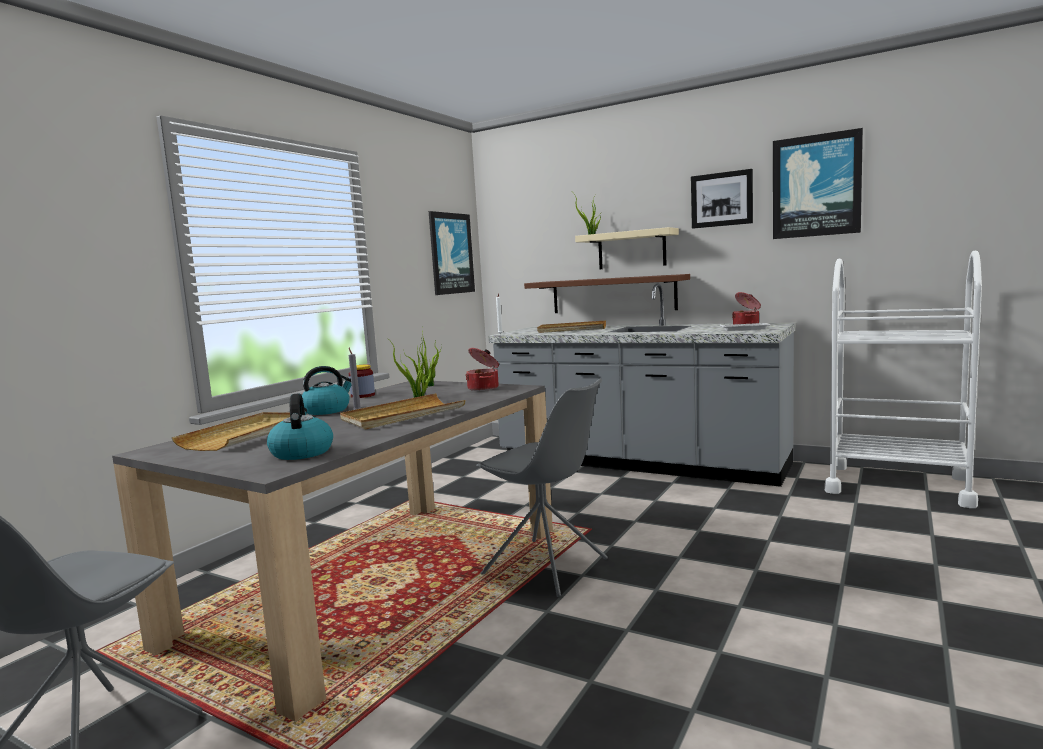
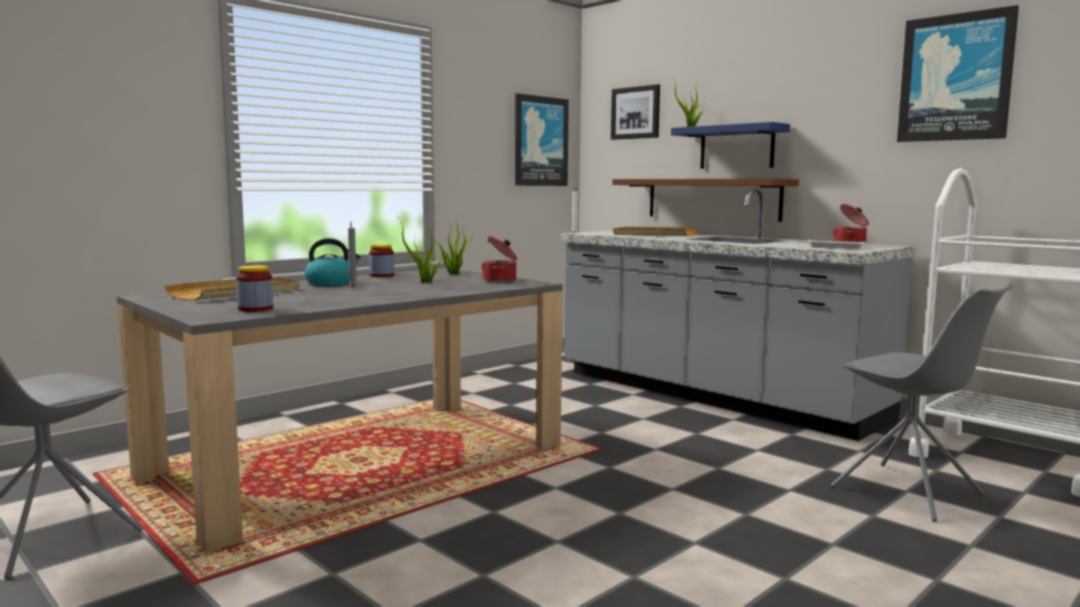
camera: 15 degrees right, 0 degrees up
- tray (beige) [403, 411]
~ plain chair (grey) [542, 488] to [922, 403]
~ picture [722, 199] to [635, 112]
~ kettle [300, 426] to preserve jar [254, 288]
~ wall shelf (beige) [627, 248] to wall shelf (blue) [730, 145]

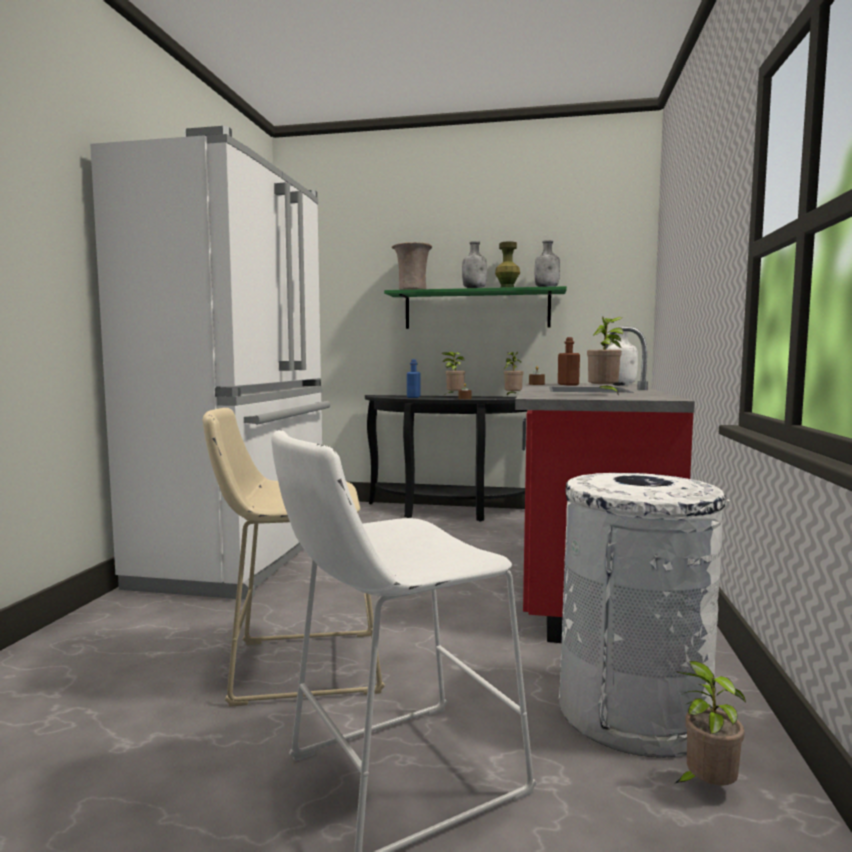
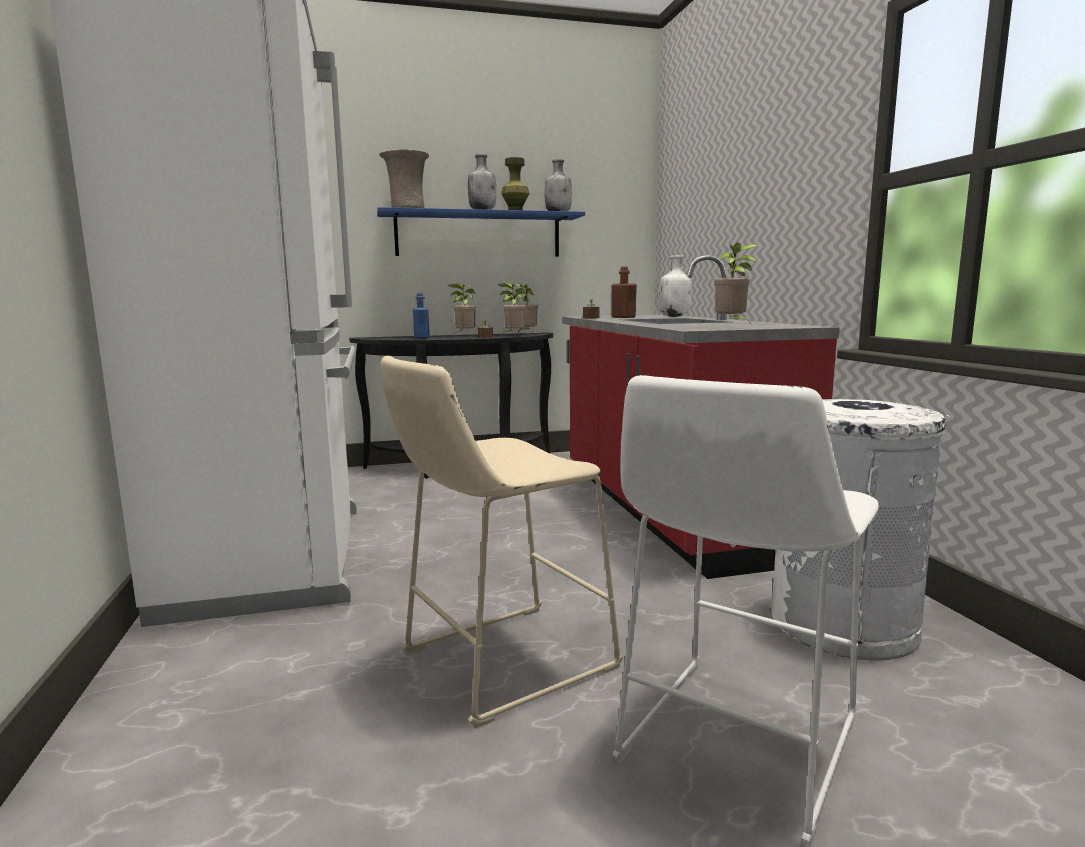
camera: 25 degrees left, 5 degrees up
~ plant in a pot [710, 723] to [512, 308]
~ wall shelf (greenish) [475, 307] to wall shelf (blue) [481, 232]

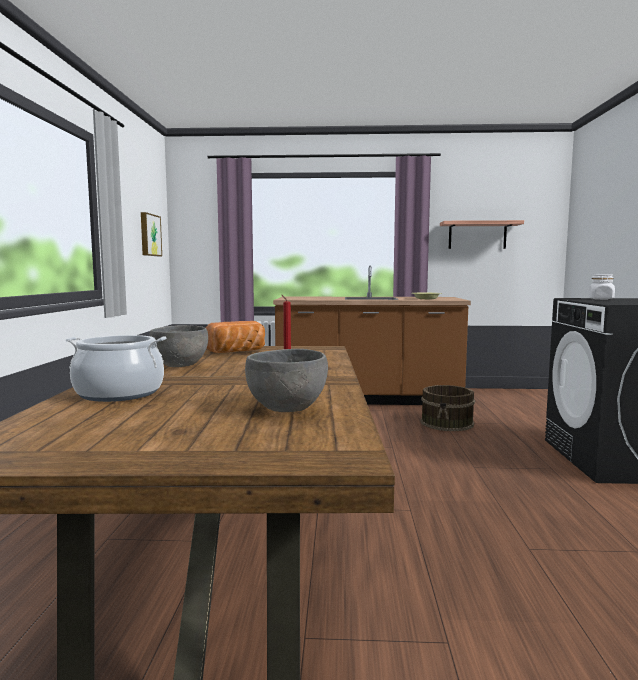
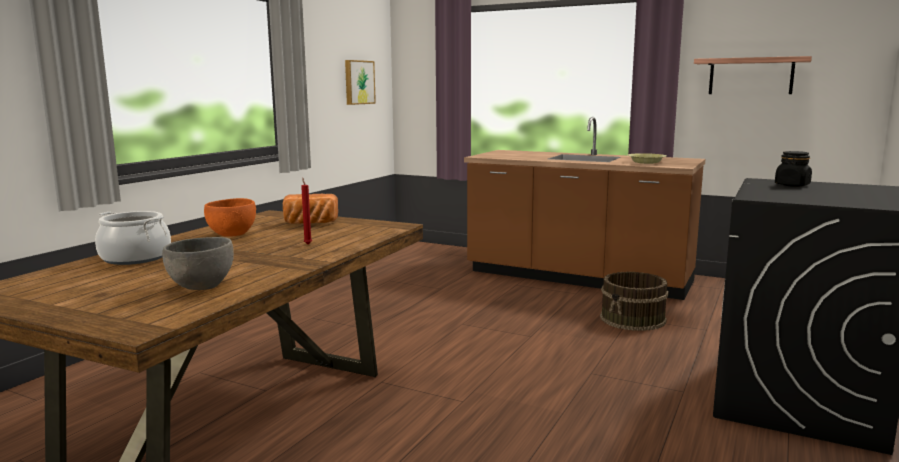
camera: 25 degrees right, 5 degrees up
~ serving bowl (grey) [178, 346] to serving bowl (orangey) [230, 217]
~ preserve jar (white) [601, 287] to preserve jar (black-coloured) [793, 169]

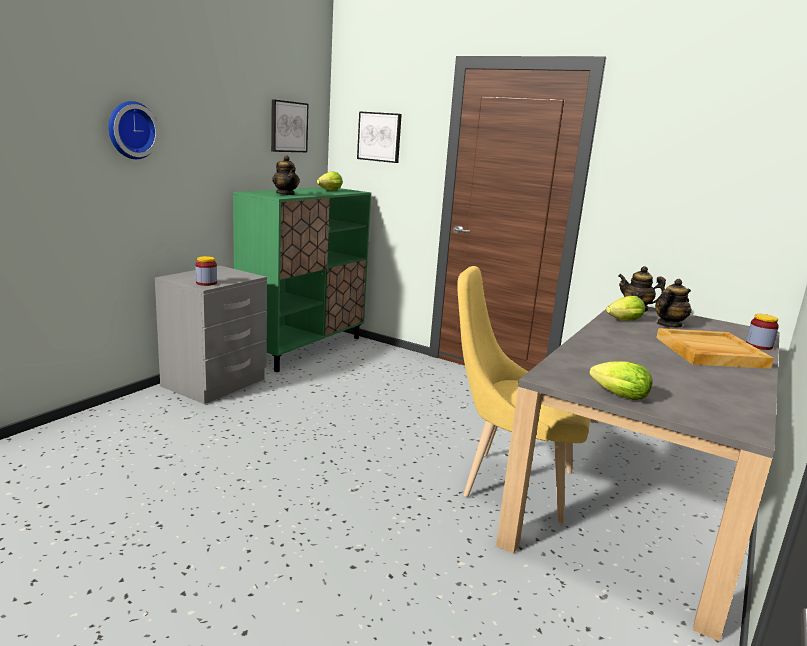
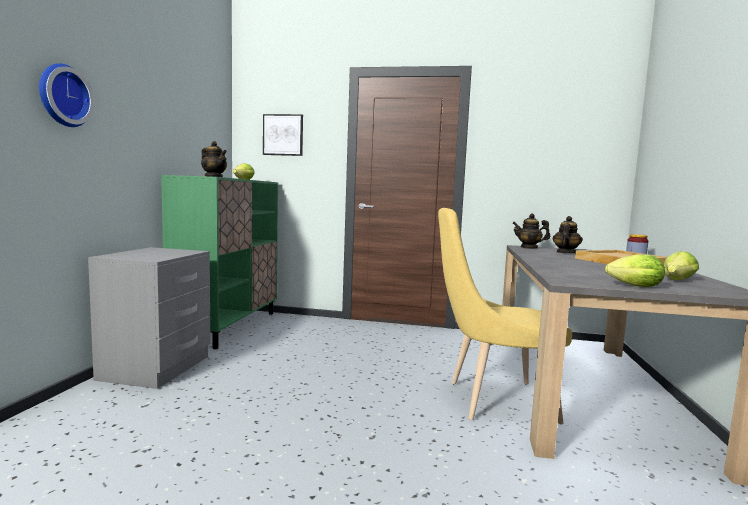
camera: 20 degrees left, 10 degrees down
- preserve jar [206, 271]
- picture [289, 125]
~ head of lettuce [625, 308] to [681, 265]

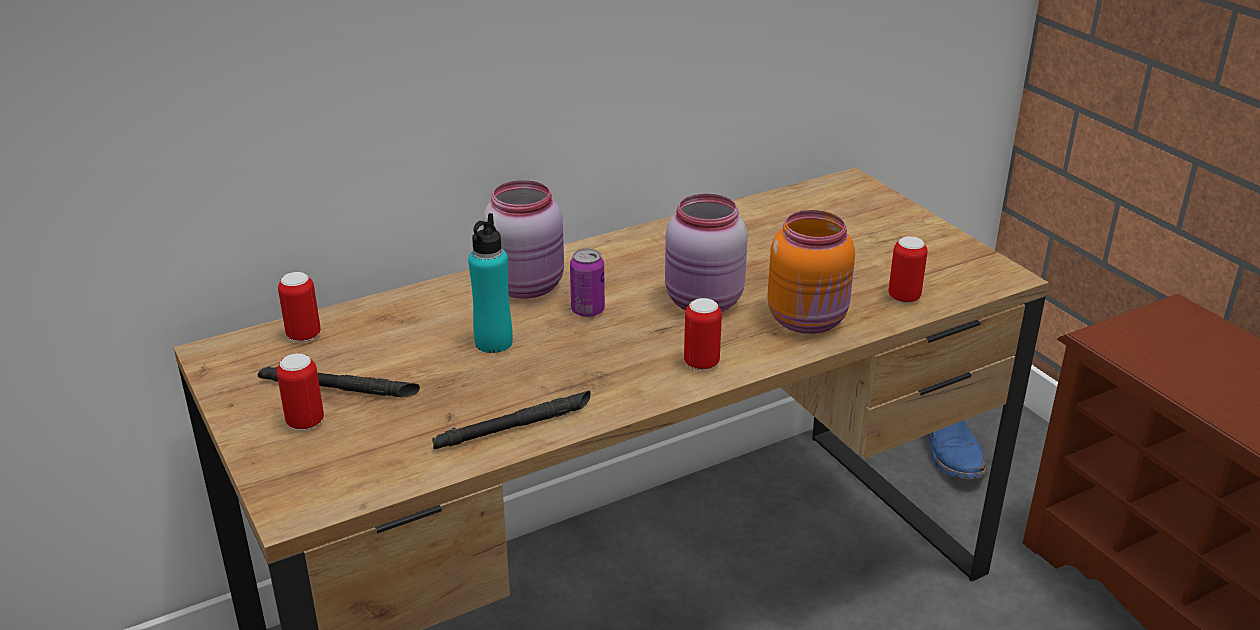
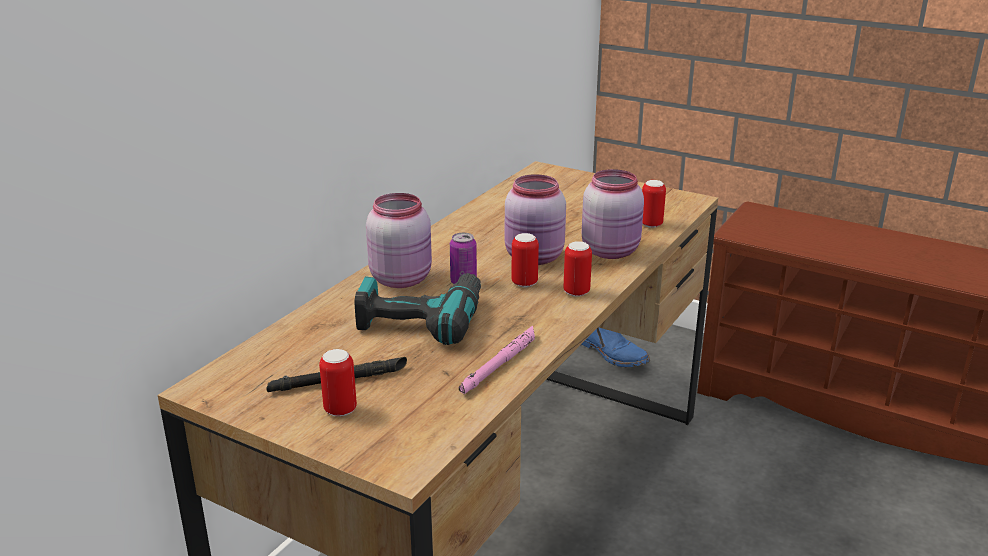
camera: 30 degrees left, 5 degrees down
~ metal can [299, 307] to [525, 260]
~ bottle (blue-green) [490, 283] to power drill [418, 309]
~ torch (black-coloured) [511, 420] to torch (pink-coloured) [497, 359]
~ preserve jar (orangey) [811, 272] to preserve jar (pink-coloured) [613, 214]

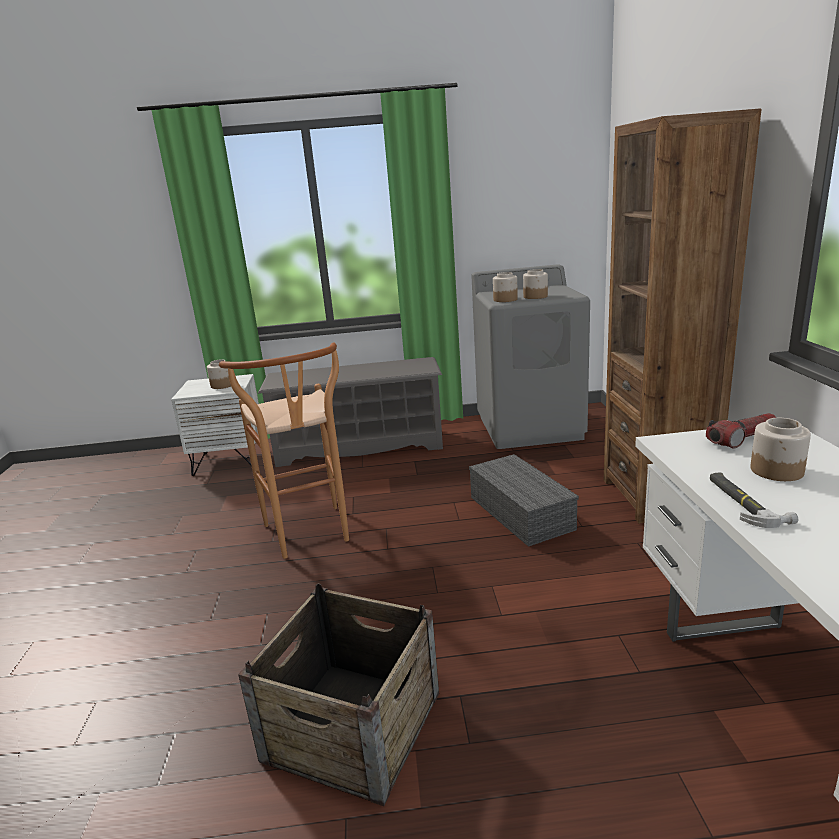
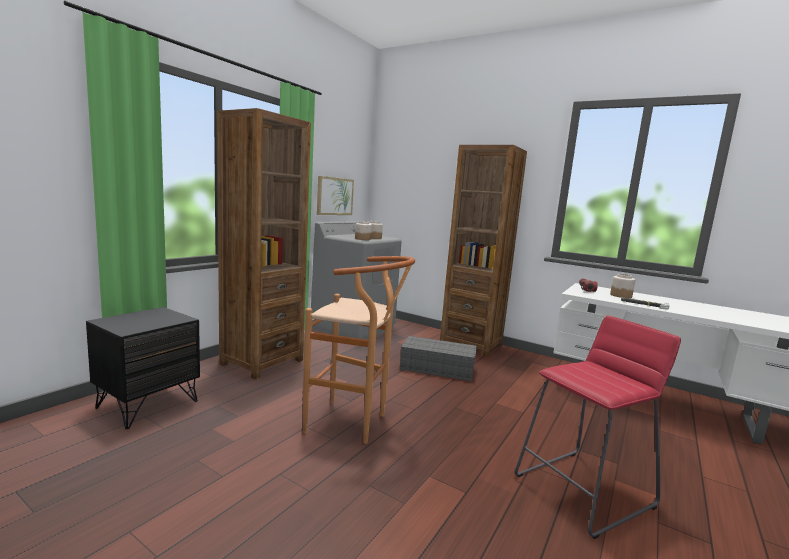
camera: 55 degrees left, 10 degrees down
- preserve jar [219, 374]
+ picture [335, 195]
~ shipping crate [338, 695] to sitting stool (reddish) [598, 427]
~ shoe shelf (grey) [350, 412] to shelving unit (brown) [264, 244]
~ bedside table (white) [215, 425] to bedside table (black-coloured) [143, 368]

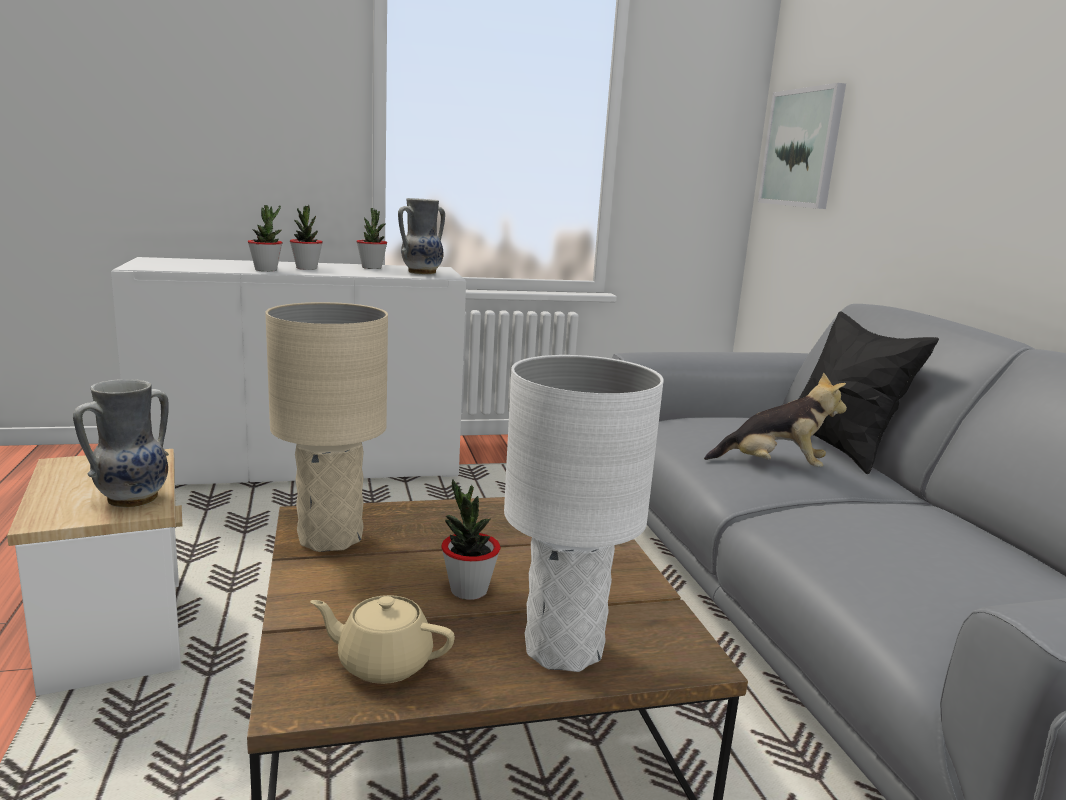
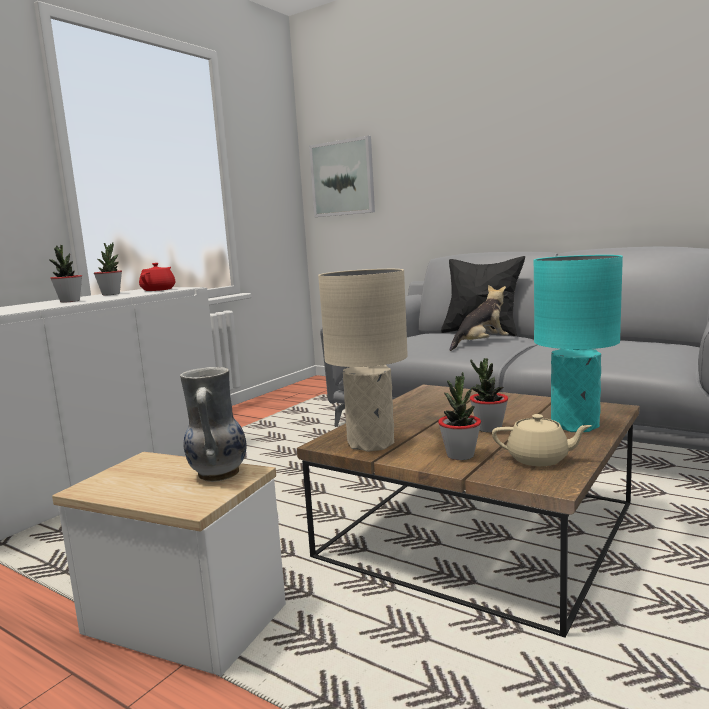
camera: 40 degrees left, 5 degrees down
~ plant in a pot [265, 238] to [459, 416]
~ decorative vase [421, 236] to pot for tea (reddish) [157, 277]
~ tabletop lamp (white) [584, 513] to tabletop lamp (blue-green) [578, 343]
~ pot for tea (beige) [382, 639] = [542, 440] 135 degrees counterclockwise

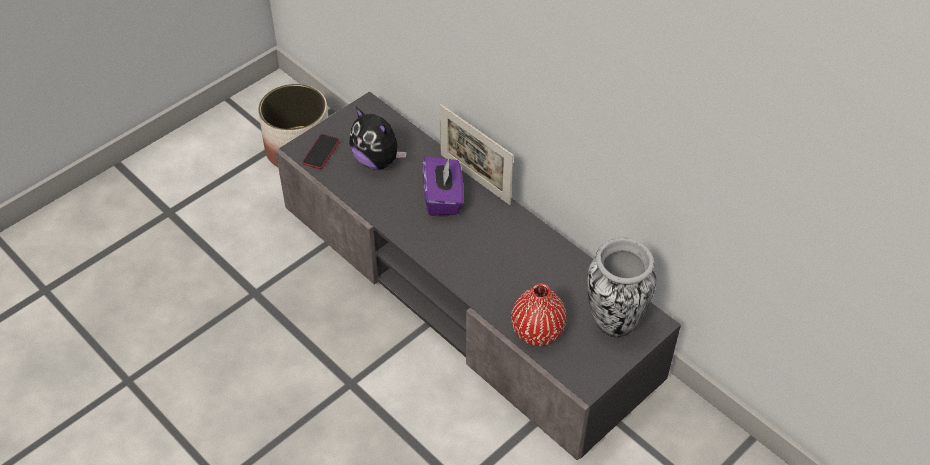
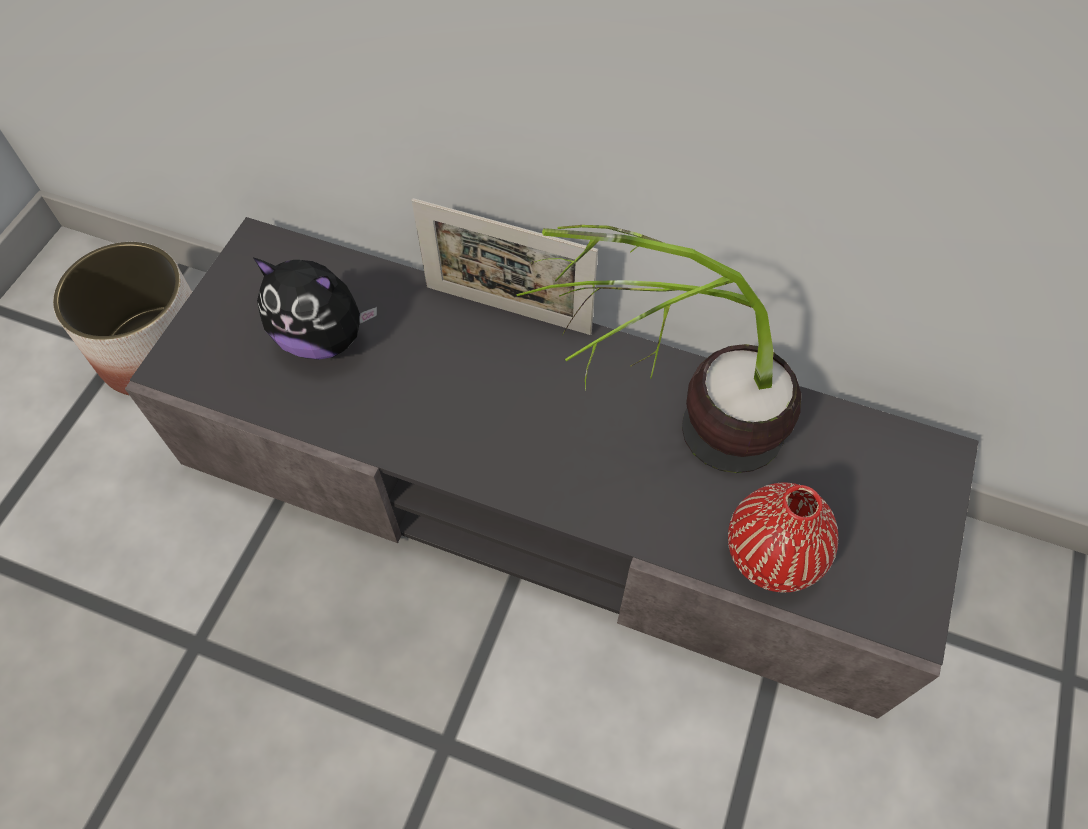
camera: 25 degrees left, 10 degrees up
- phone [321, 151]
- tissue holder (purple) [443, 186]
- decorative vase [621, 287]
+ plant in a pot [659, 349]

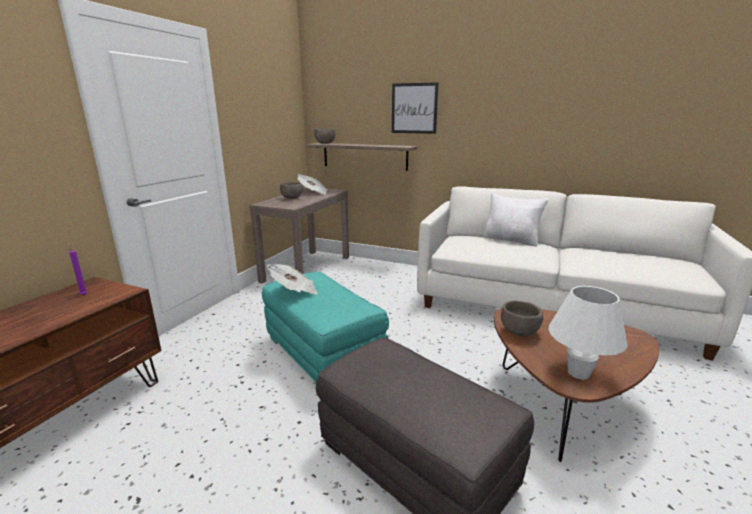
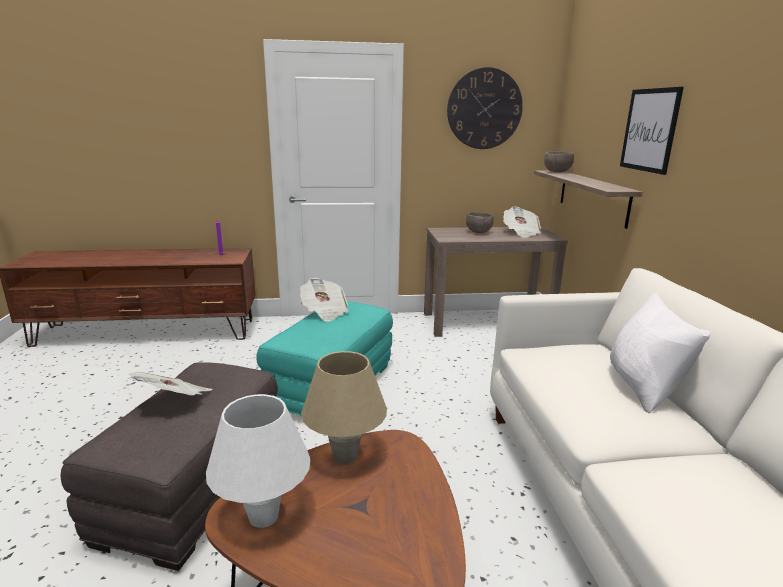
camera: 60 degrees right, 0 degrees up
+ newspaper [170, 384]
+ hanging clock [485, 108]
~ serving bowl (brown) [522, 319] to tabletop lamp (beige) [344, 407]

